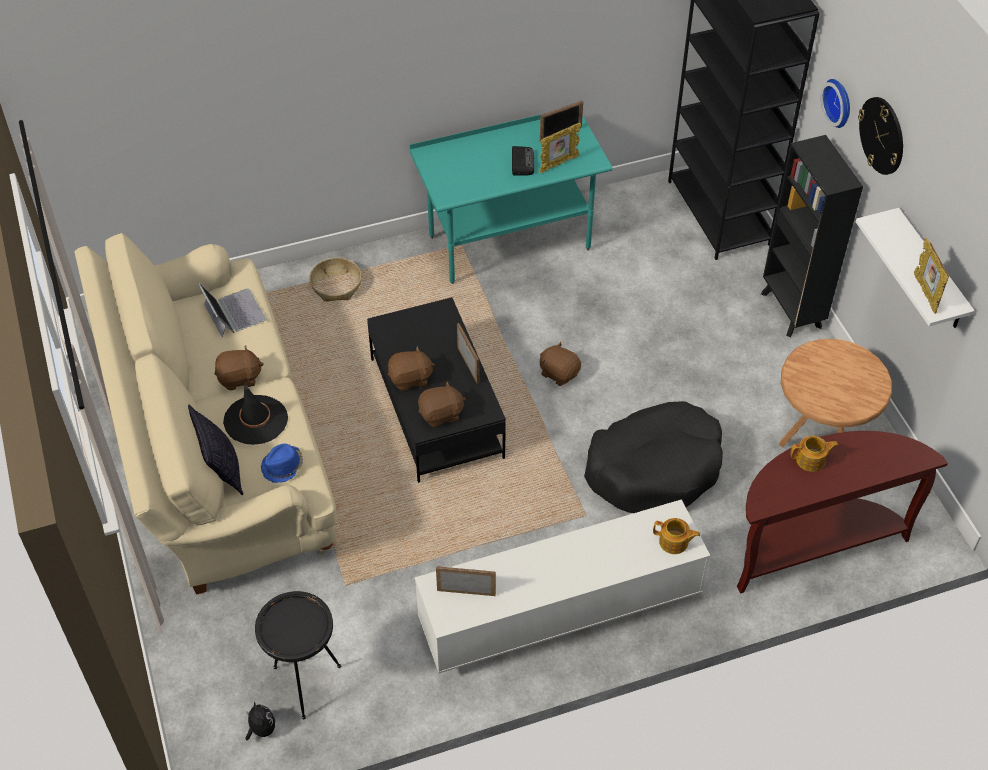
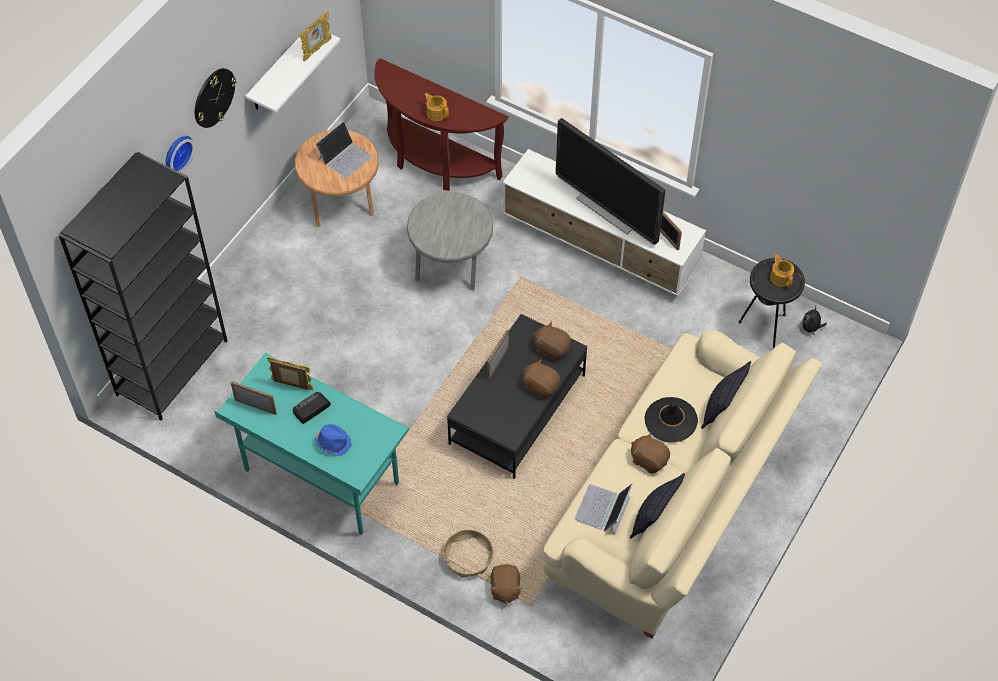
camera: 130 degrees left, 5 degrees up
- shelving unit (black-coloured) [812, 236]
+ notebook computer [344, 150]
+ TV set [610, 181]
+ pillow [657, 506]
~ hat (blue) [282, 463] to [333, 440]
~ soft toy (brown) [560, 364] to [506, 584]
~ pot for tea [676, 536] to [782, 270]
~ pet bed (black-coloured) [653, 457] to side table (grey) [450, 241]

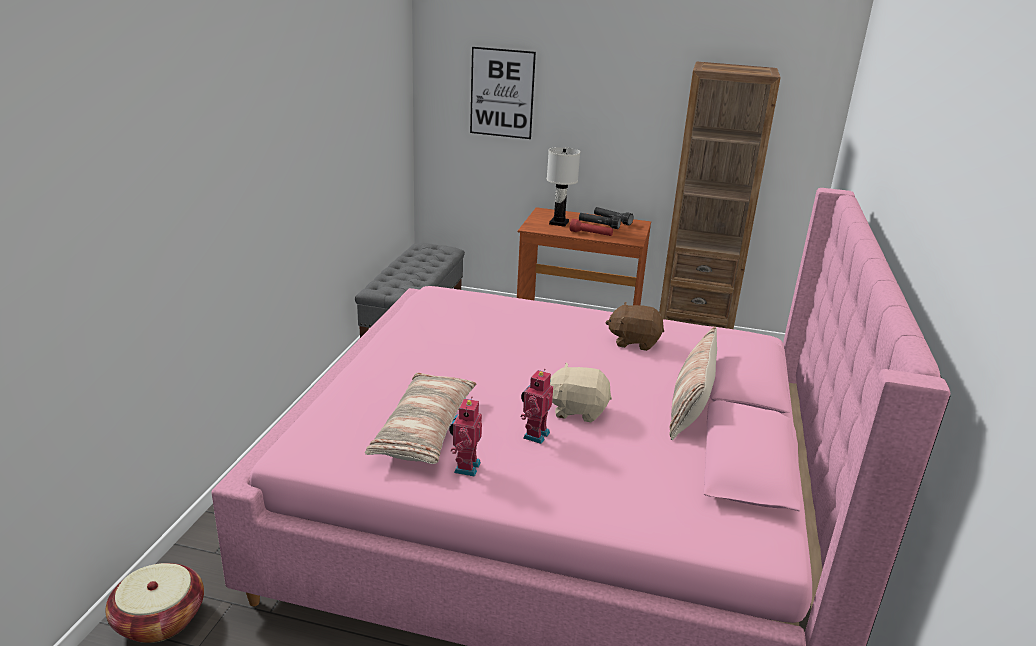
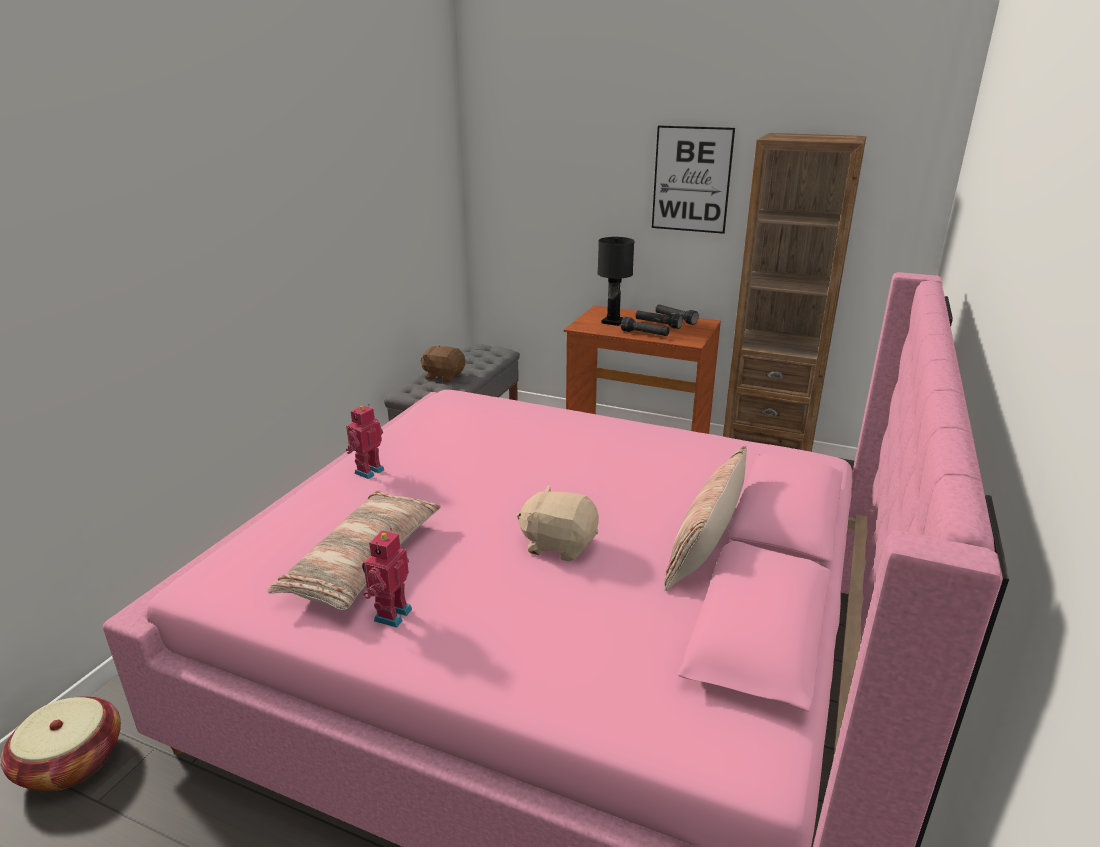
camera: 10 degrees right, 0 degrees up
~ picture [503, 93] to [693, 179]
~ toy robot [536, 406] to [365, 441]
~ soft toy (brown) [634, 326] to [443, 364]
~ tabletop lamp (white) [563, 187] to tabletop lamp (black-coloured) [615, 281]
~ torch (reddish) [591, 227] to torch (black-coloured) [645, 326]

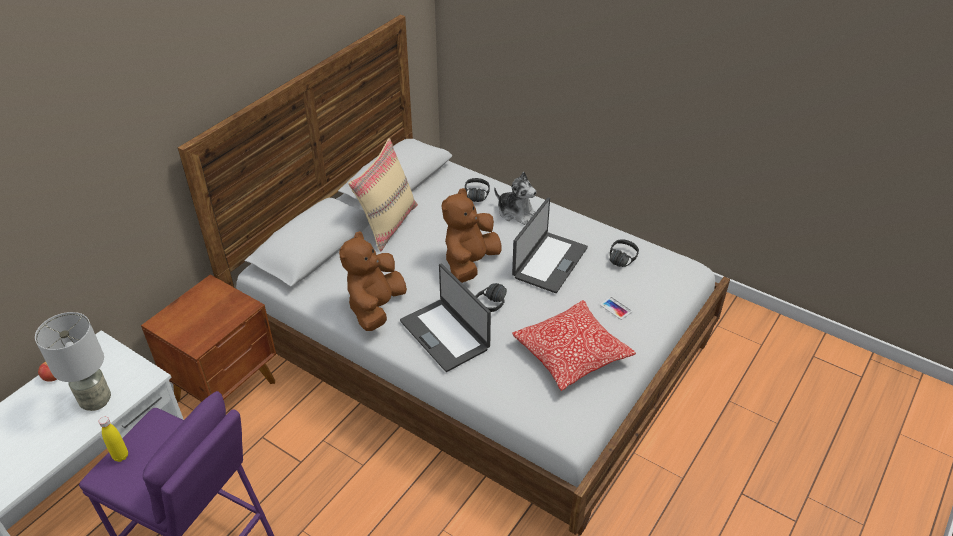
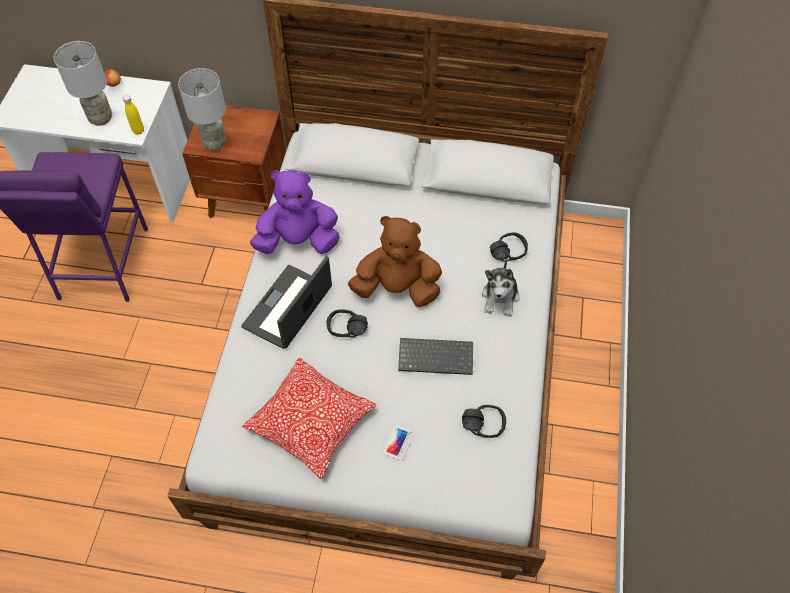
camera: 65 degrees right, 15 degrees up
- pillow (beige) [383, 195]
+ tabletop lamp (grey) [202, 109]
~ bottle (yellow) [113, 439] to [133, 115]
~ notebook computer [550, 245] to computer keyboard [435, 356]
~ soft toy (brown) [373, 281] to soft toy (purple) [295, 212]

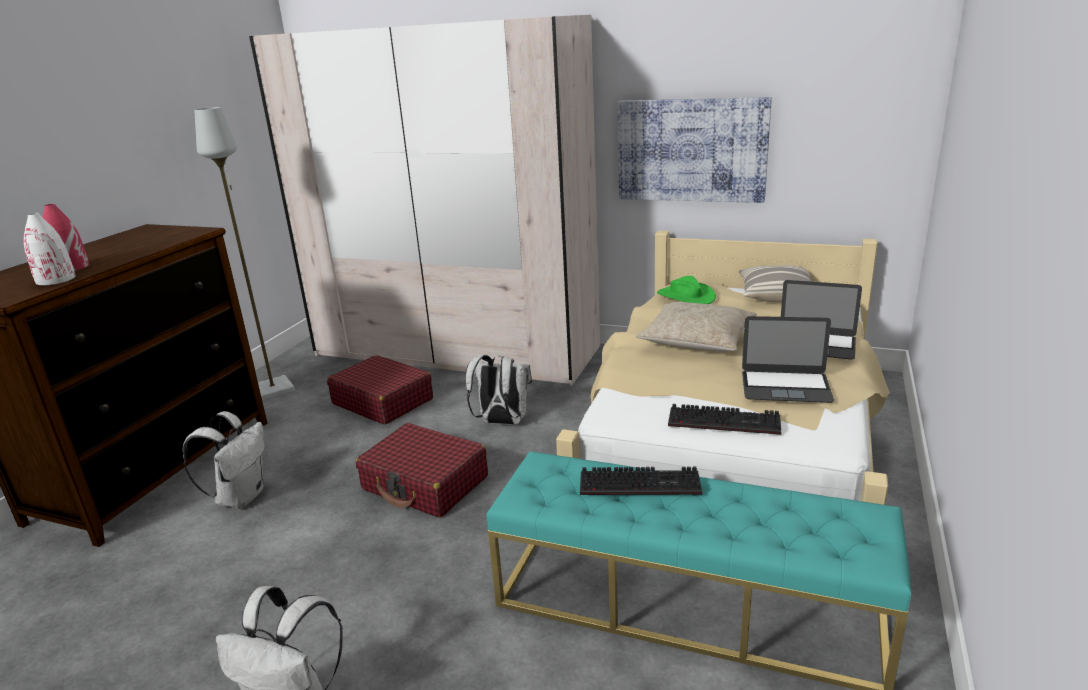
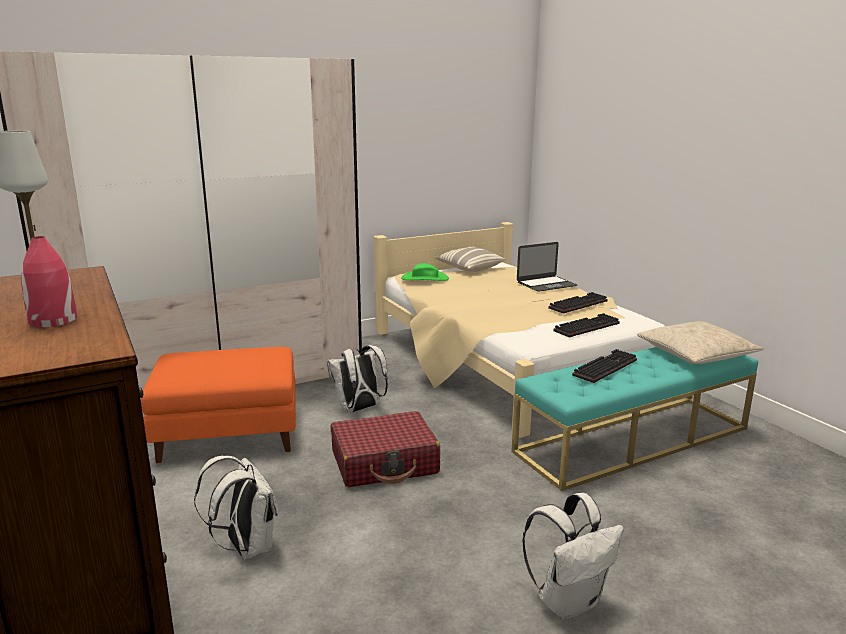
camera: 50 degrees left, 5 degrees down
- decorative vase (white) [49, 249]
- picture [695, 150]
~ pillow (beige) [696, 326] to [700, 342]
~ piece of luggage (reddish) [380, 390] to footrest (orangey) [218, 405]
~ notebook computer [788, 359] to computer keyboard [578, 303]

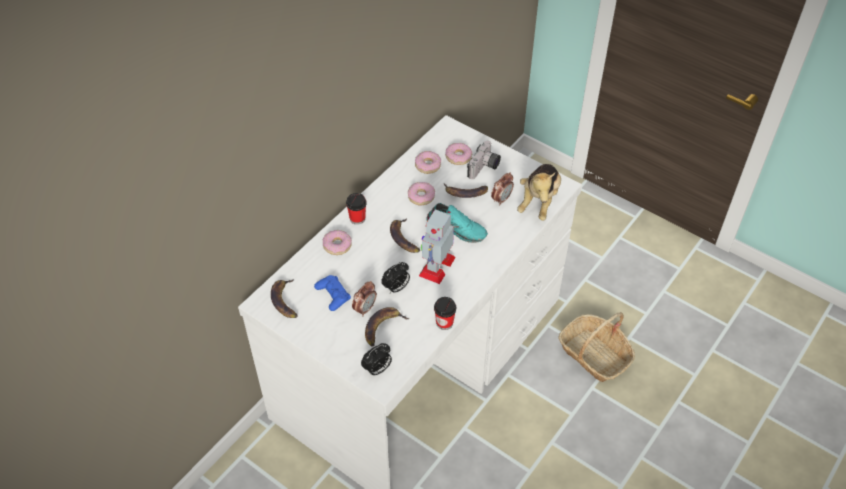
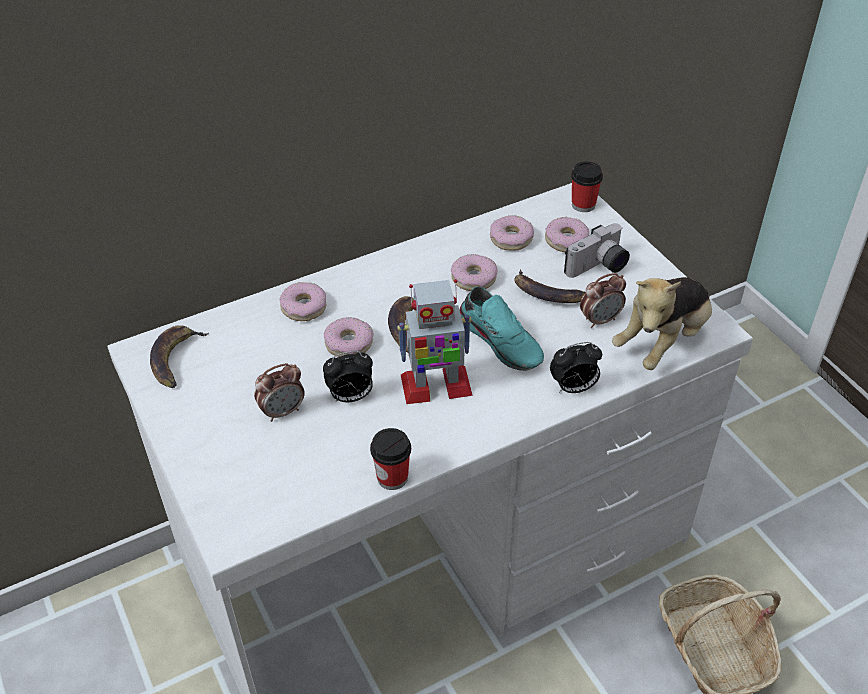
camera: 25 degrees right, 5 degrees down
- game controller (blue) [332, 293]
- banana [387, 327]
+ doughnut [349, 337]
~ small cup [356, 209] to [587, 186]
~ table clock [376, 359] to [576, 367]
~ toy robot [437, 246] = [435, 341] 150 degrees counterclockwise

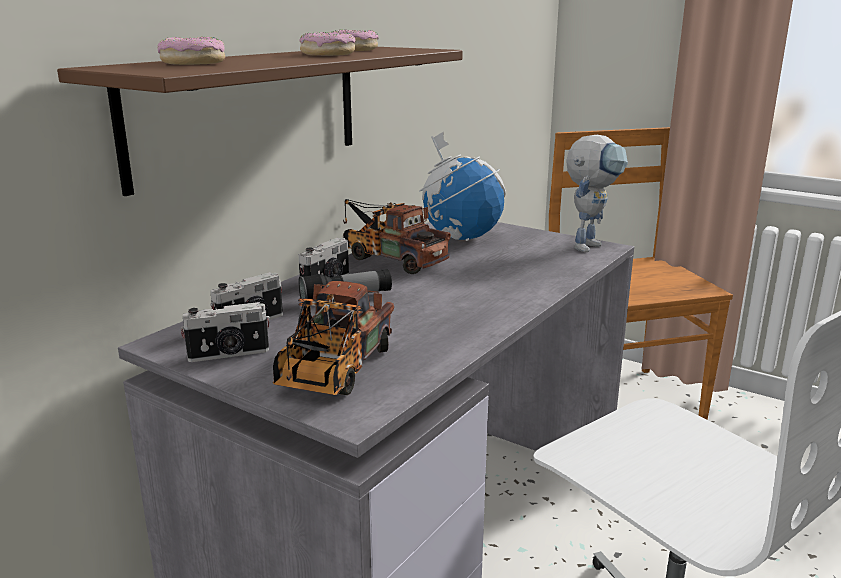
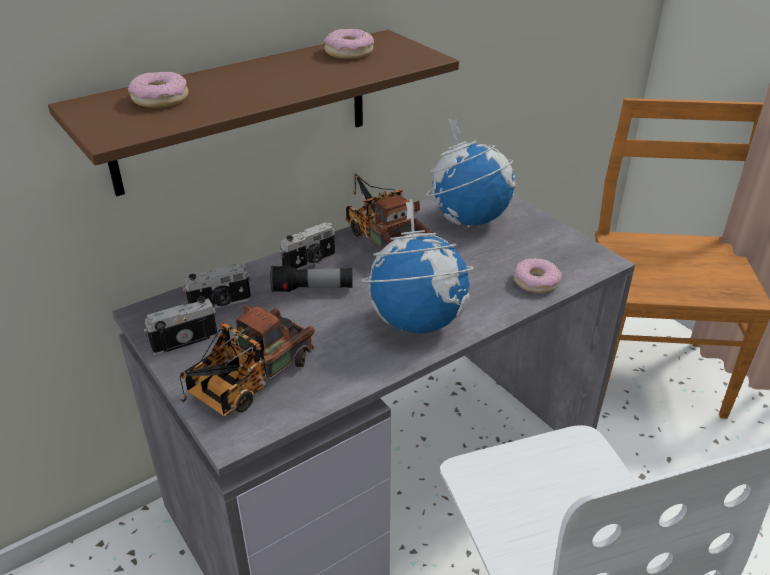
camera: 20 degrees right, 15 degrees up
- toy robot [597, 193]
+ globe [418, 266]
~ doughnut [327, 44] to [538, 275]
~ photo camera [225, 332] = [181, 326] 150 degrees clockwise

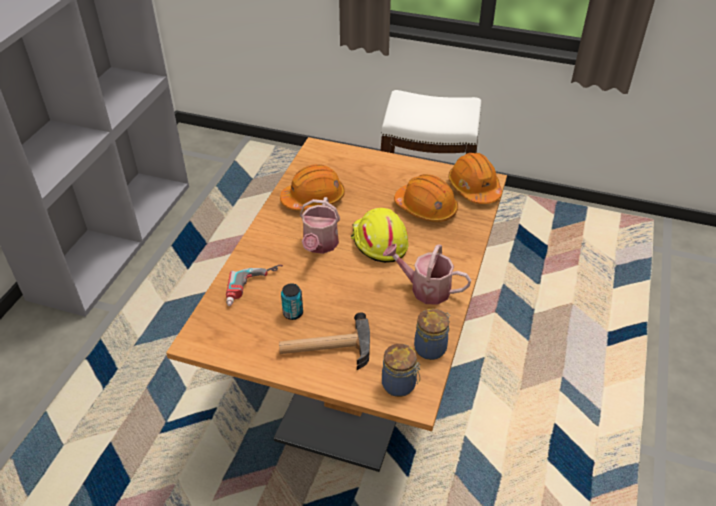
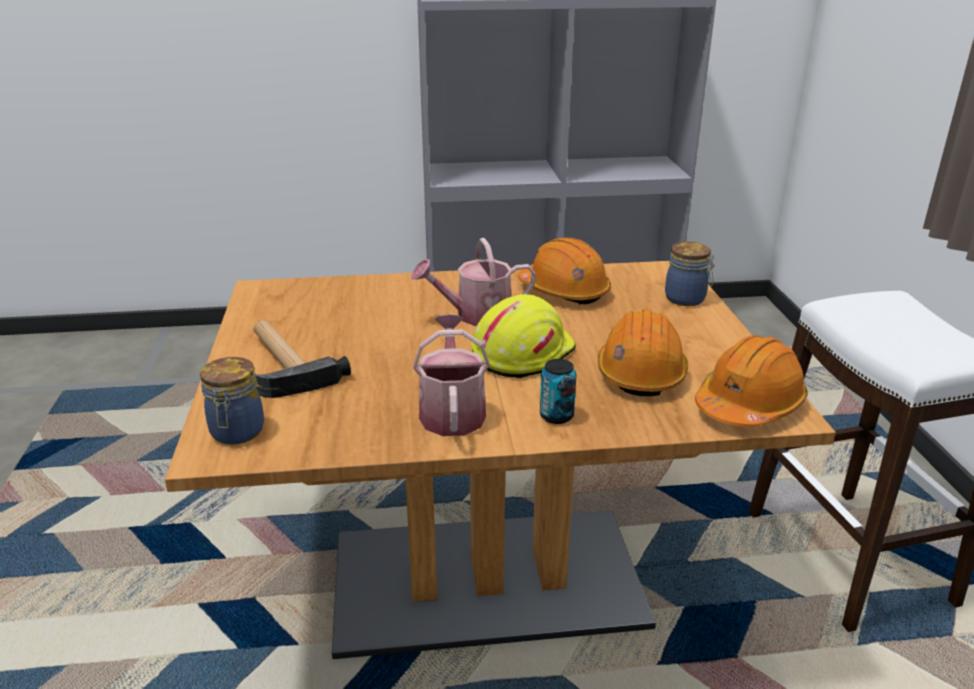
camera: 65 degrees right, 15 degrees down
- power drill [254, 285]
~ metal can [292, 301] to [558, 391]
~ preserve jar [432, 334] to [690, 274]

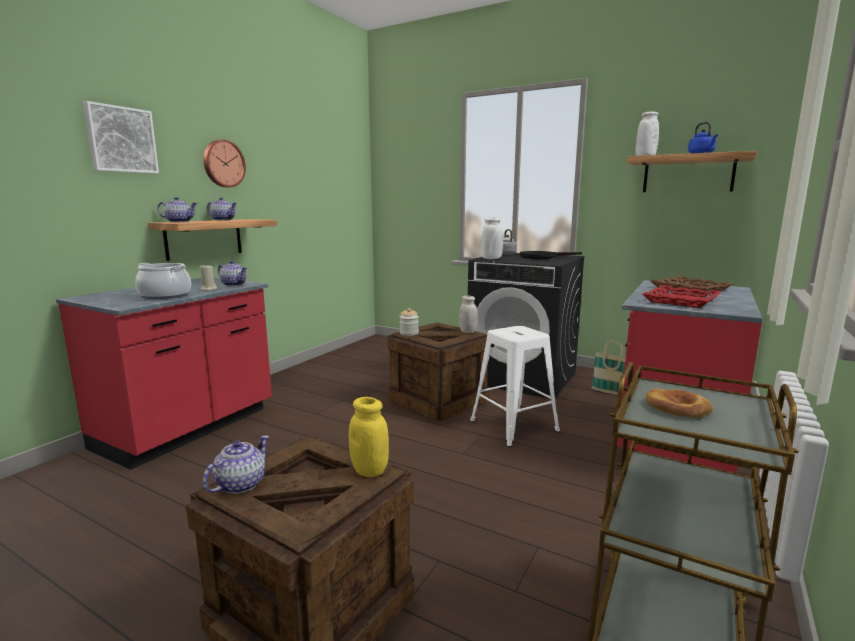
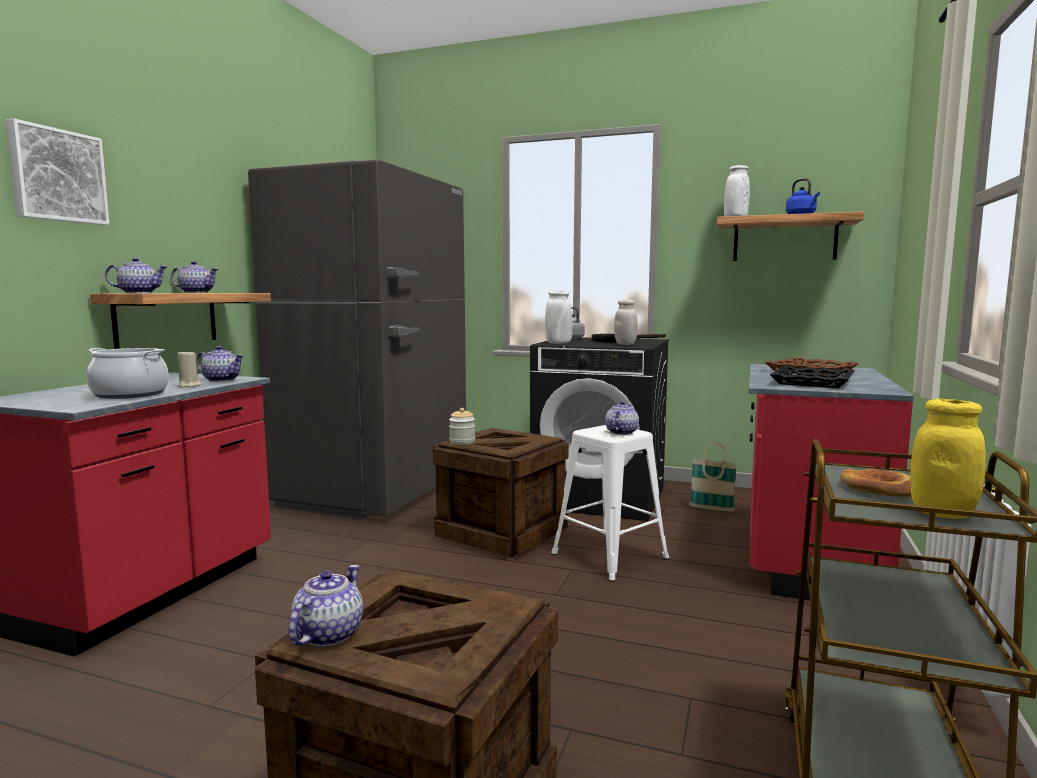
camera: 10 degrees left, 5 degrees down
- hanging clock [224, 163]
+ kitchen fridge (grey) [357, 338]
+ pot for tea [622, 418]
~ preserve jar (yellow) [369, 437] to [948, 459]
~ preserve jar (white) [468, 314] to [626, 322]
~ tray (reddish) [682, 296] to tray (black-coloured) [812, 377]

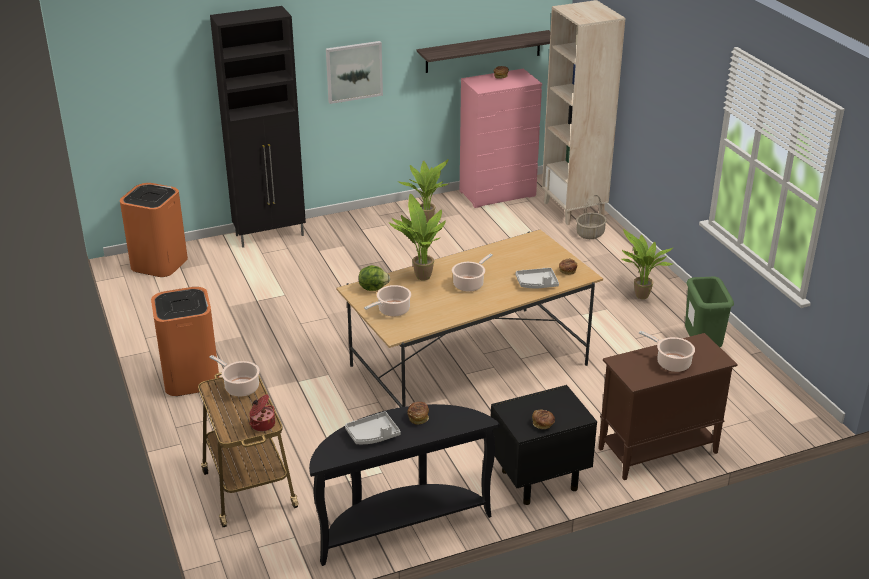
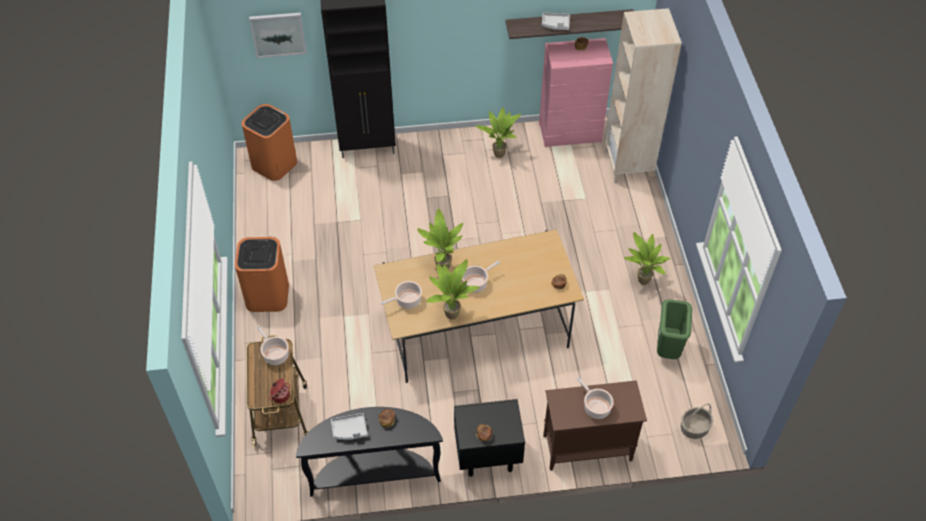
camera: 15 degrees right, 20 degrees up
- head of lettuce [374, 278]
+ plant in a pot [453, 289]
~ picture [354, 72] to [278, 35]
~ tray (grey) [537, 278] to [556, 21]
~ basket [591, 217] to [697, 421]

